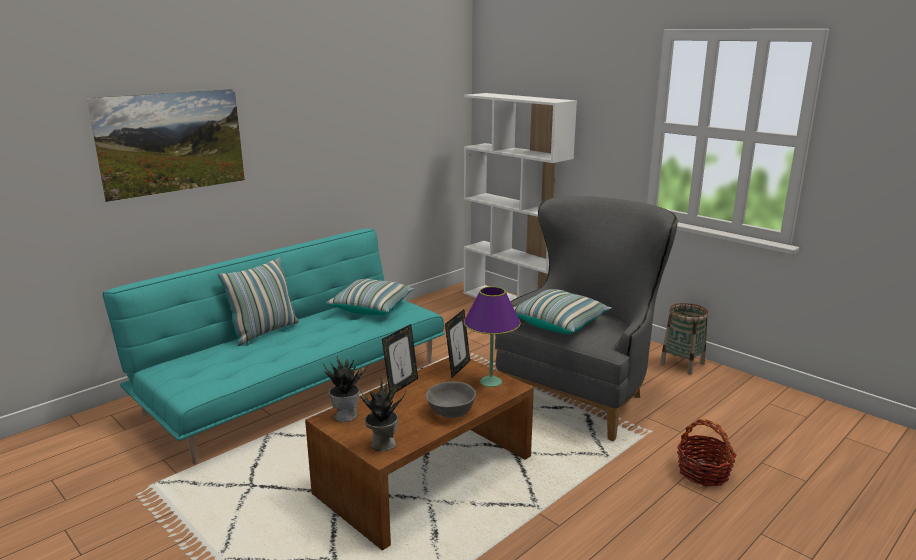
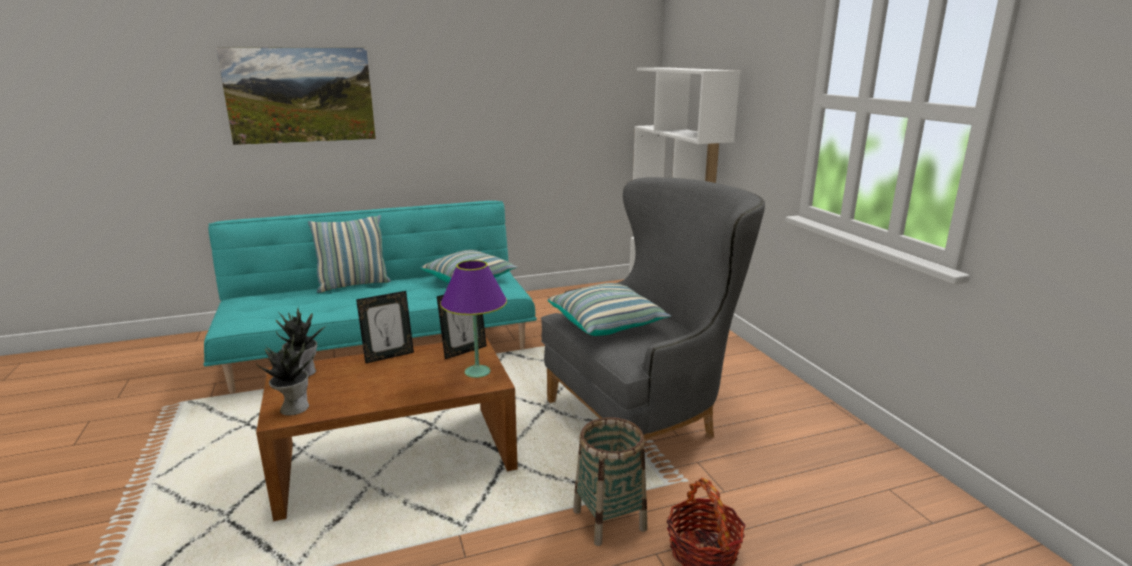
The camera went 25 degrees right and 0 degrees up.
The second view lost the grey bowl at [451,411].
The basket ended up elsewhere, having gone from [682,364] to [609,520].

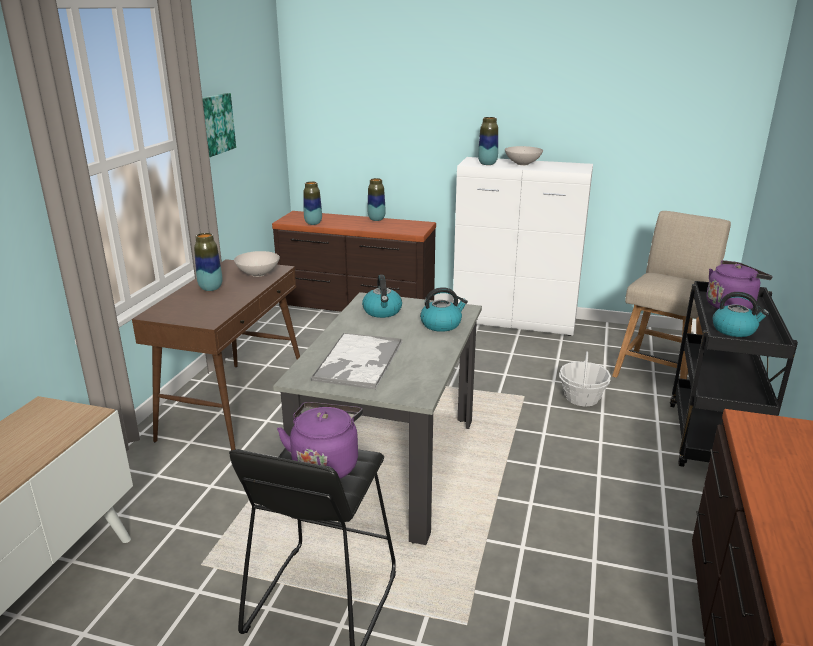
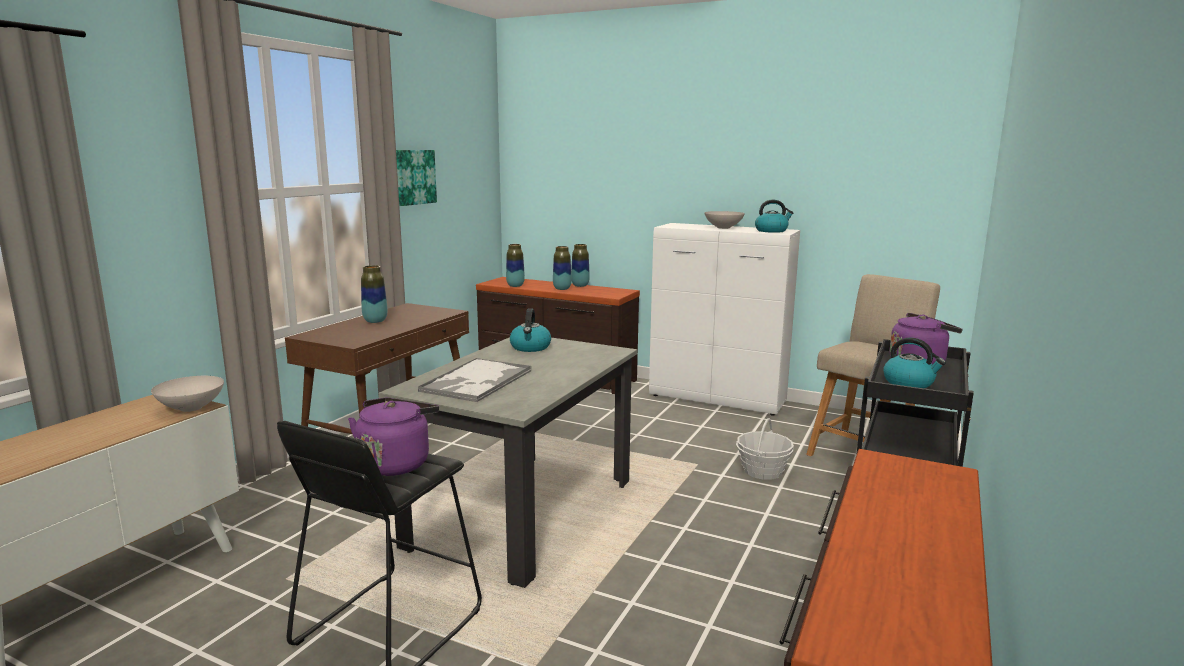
The camera went 10 degrees right and 10 degrees down.
The white bowl ended up elsewhere, having gone from [258,274] to [190,408].
The kettle ended up elsewhere, having gone from [441,324] to [771,231].
The vase ended up elsewhere, having gone from [487,164] to [562,289].

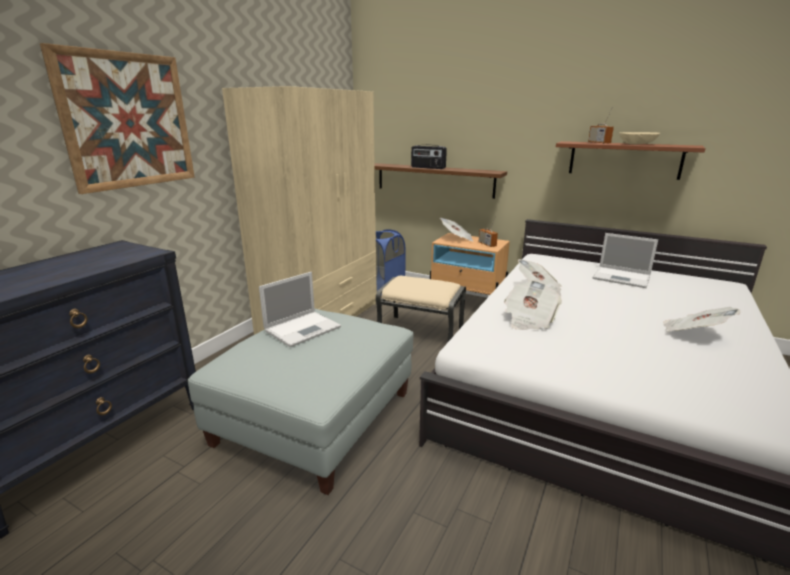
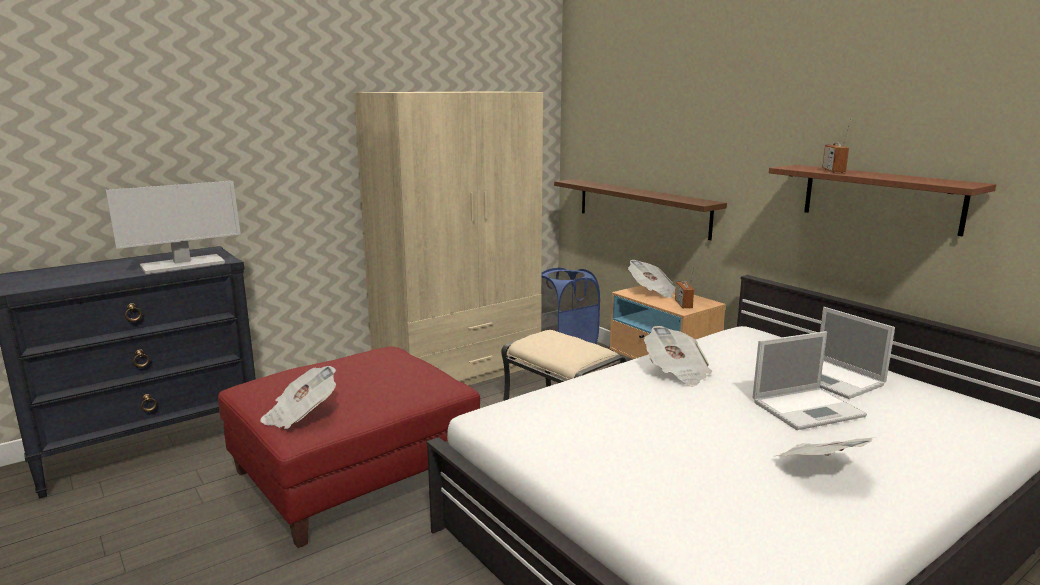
The camera went 25 degrees right and 5 degrees down.
The second view lost the picture at [128,121].
The second view lost the radio at [428,168].
The second view lost the beige bowl at [637,144].
The second view gained the monitor at [182,265].
The laptop ended up elsewhere, having gone from [303,328] to [808,408].
The newspaper ended up elsewhere, having gone from [529,319] to [300,415].
What was the grey ottoman at [315,417] turned into the red ottoman at [354,472].

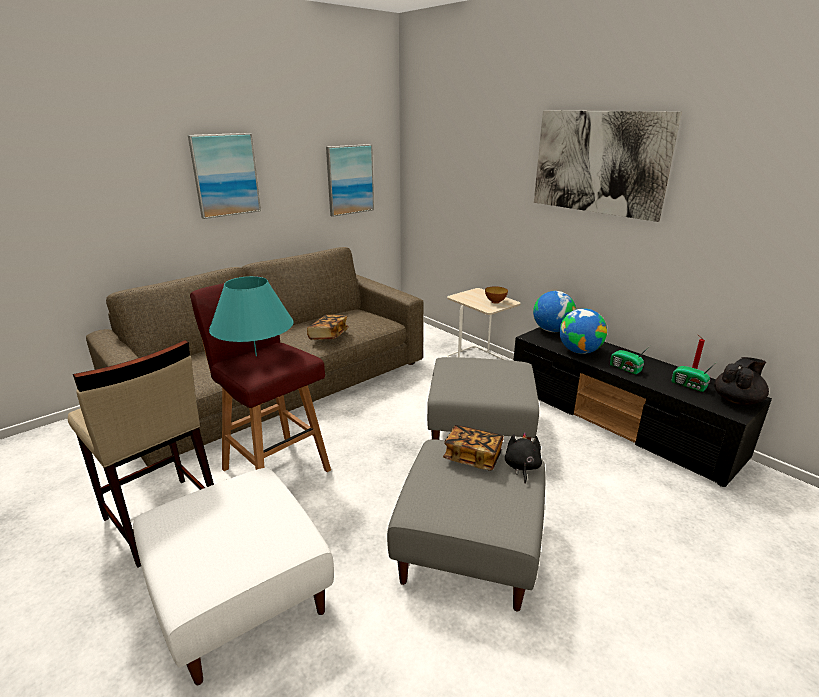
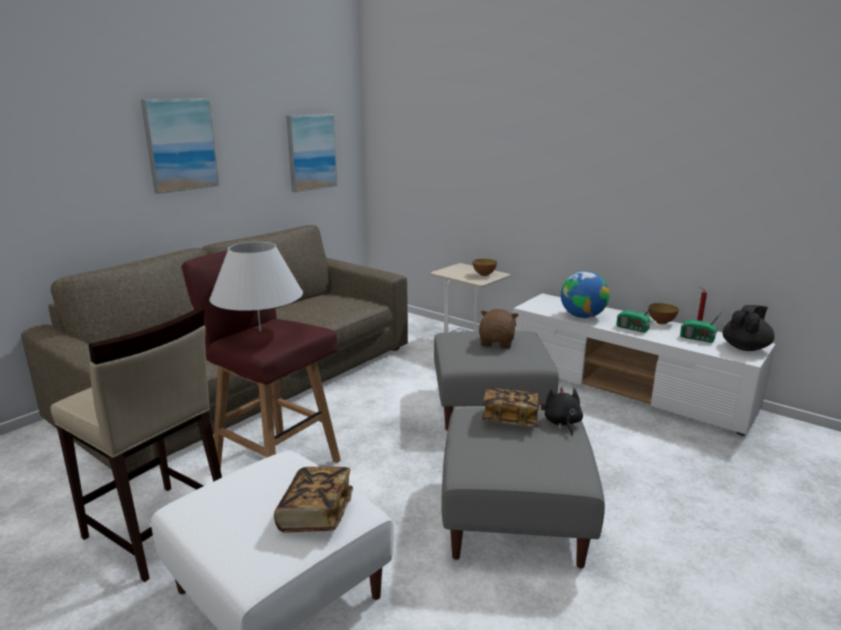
The camera went 10 degrees left and 5 degrees down.
The second view lost the globe at [552,330].
The second view lost the picture at [599,162].
The second view gained the brown plush toy at [497,342].
The second view gained the bowl at [661,322].
The book ended up elsewhere, having gone from [328,336] to [316,514].
What was the turquoise table lamp at [256,355] turned into the white table lamp at [260,330].
What was the black tv stand at [619,422] turned into the white tv stand at [628,387].

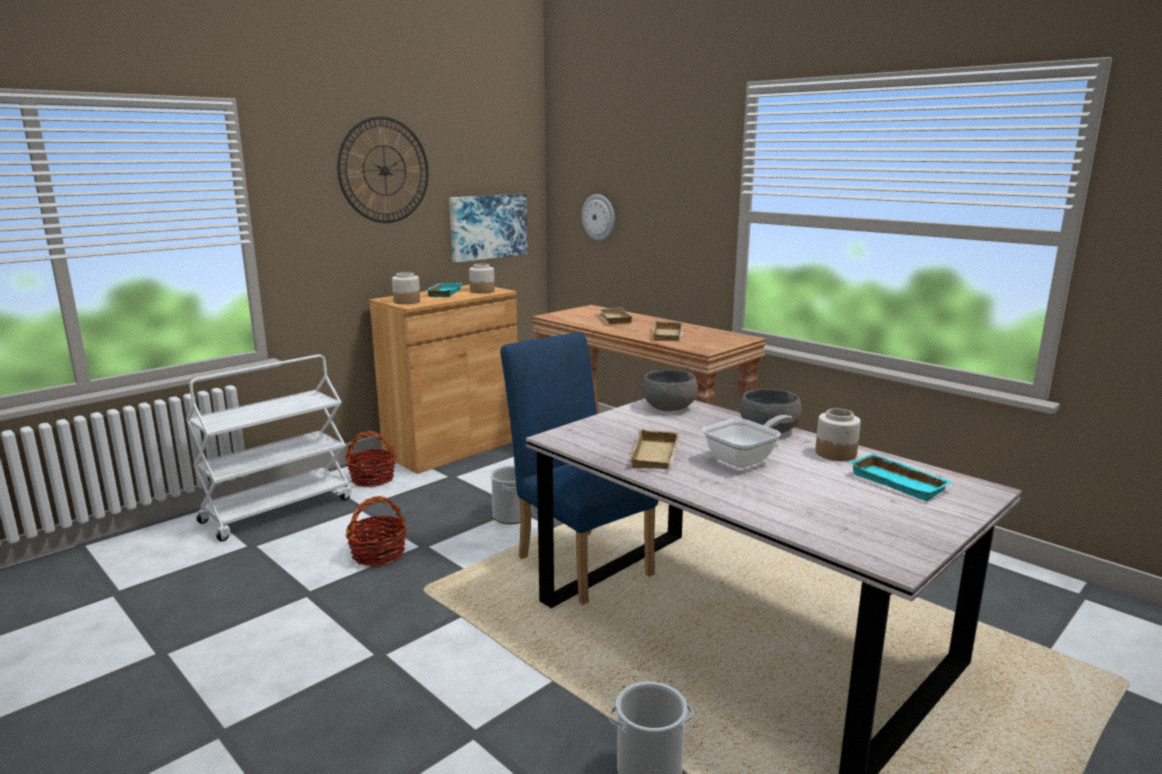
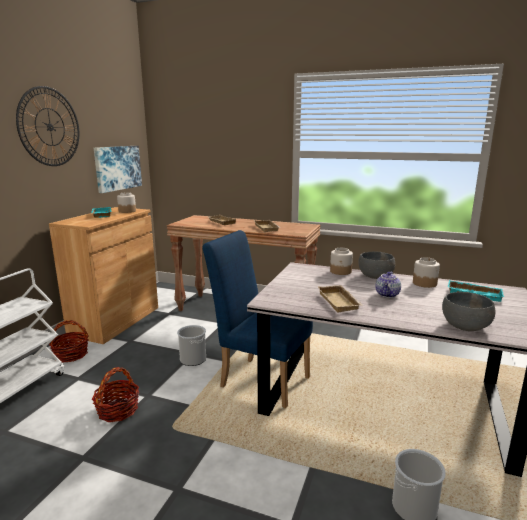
The camera went 25 degrees left and 0 degrees up.
The second view lost the wall clock at [599,217].
The jar ended up elsewhere, having gone from [407,302] to [341,271].
The grey bowl ended up elsewhere, having gone from [669,407] to [465,326].
Where the frying pan stood at [745,459], the teapot came to stand at [388,295].

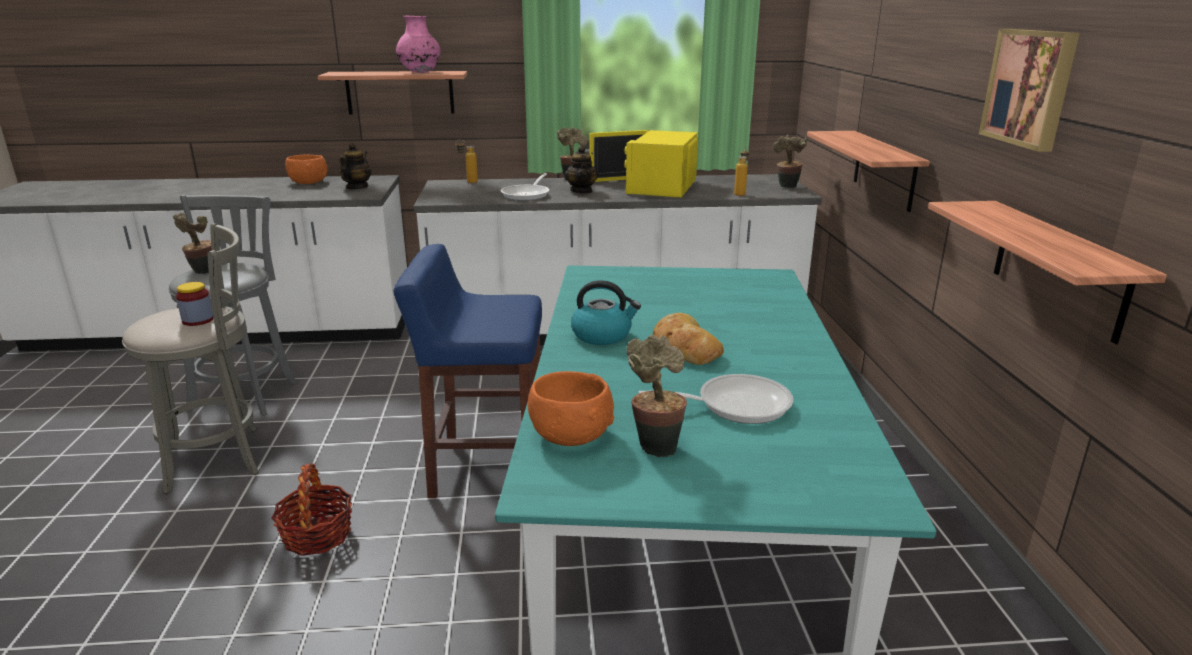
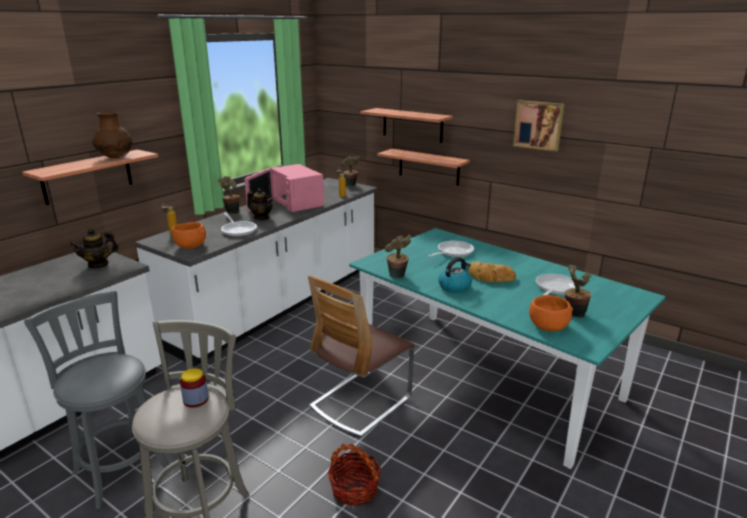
The camera went 50 degrees left and 0 degrees up.
The second view gained the frying pan at [452,252].
The potted plant ended up elsewhere, having gone from [202,273] to [397,277].
The orange bowl ended up elsewhere, having gone from [308,182] to [190,246].
The shelf ended up elsewhere, having gone from [1058,268] to [412,125].
Where the blue stool stood at [485,467], the chair came to stand at [360,402].
What was the pink vase at [420,72] turned into the brown vase at [116,157].
What was the yellow microwave at [658,187] turned into the pink microwave at [293,203].
The teapot at [357,187] ended up facing another way, 90 degrees counterclockwise from before.

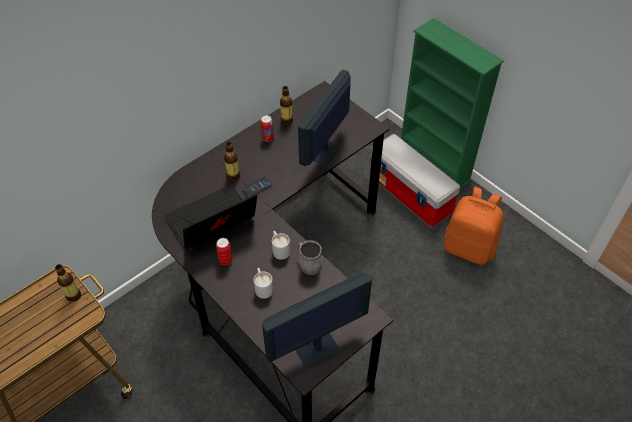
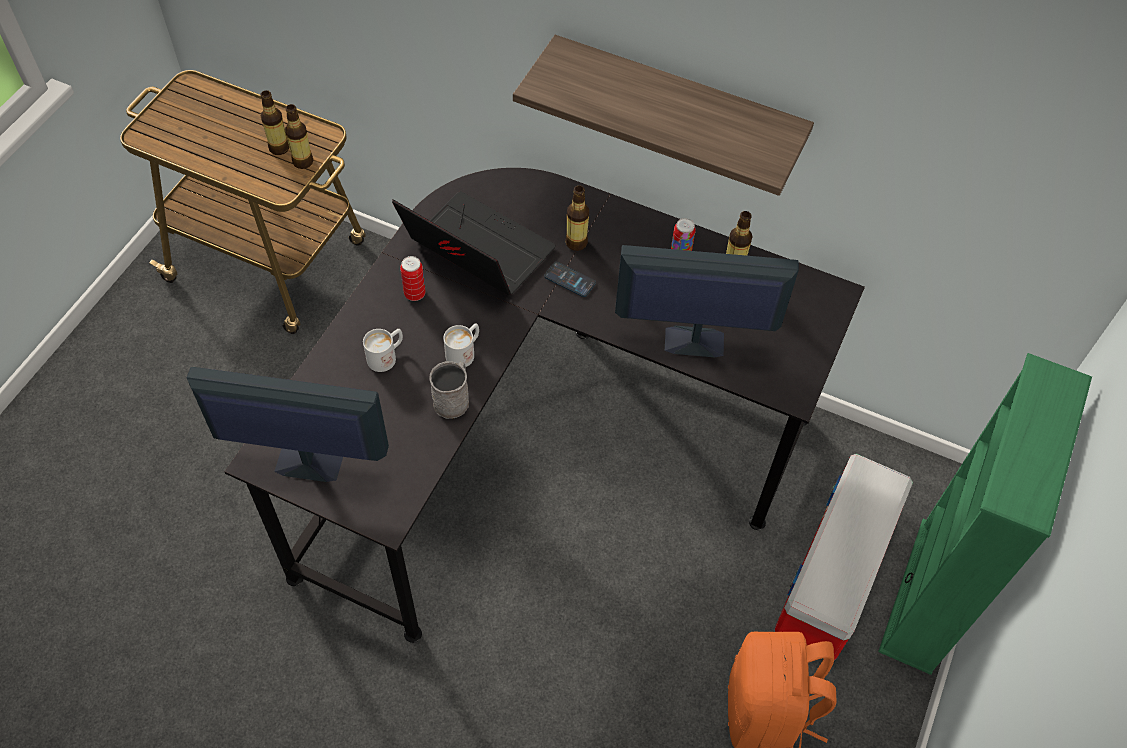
The camera went 65 degrees right and 5 degrees up.
The second view gained the bottle at [279,148].
The second view gained the shelf at [676,107].
The monitor at [318,348] ended up facing another way, 150 degrees clockwise from before.

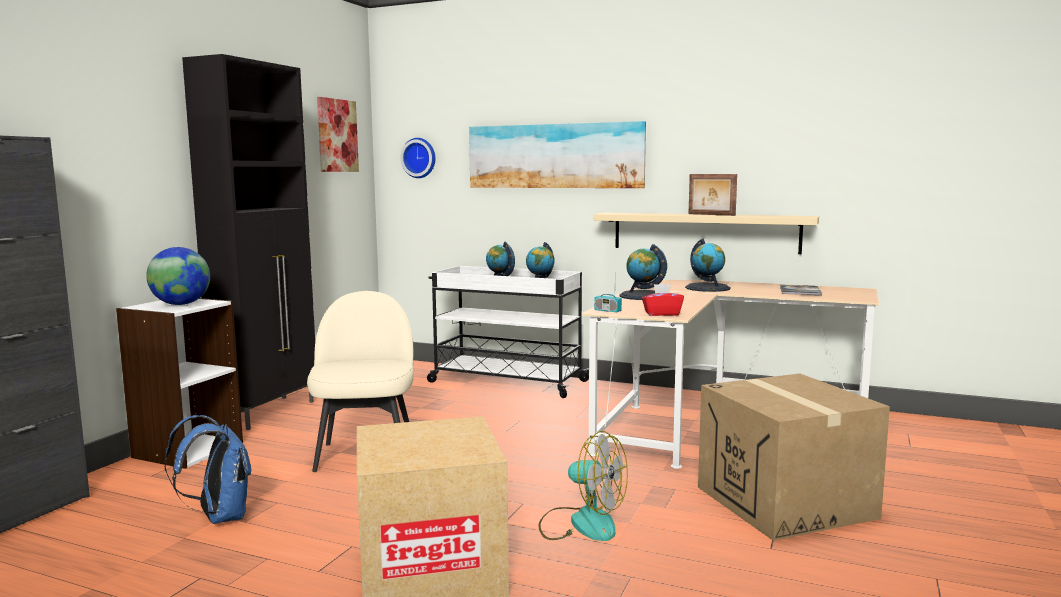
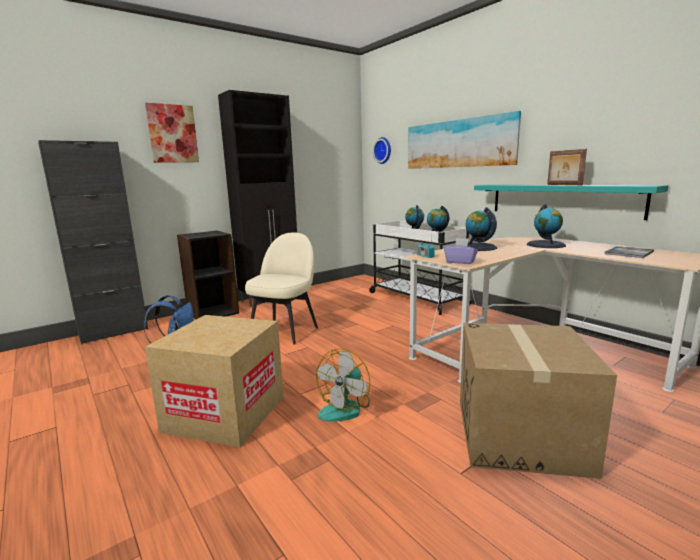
The camera went 30 degrees right and 5 degrees up.
The second view lost the globe at [181,304].
The picture ended up elsewhere, having gone from [337,135] to [172,134].
What was the white bookcase at [187,450] turned into the black bookcase at [213,312].
What was the beige shelf at [704,232] turned into the turquoise shelf at [562,200].
What was the red tissue box at [662,314] turned into the purple tissue box at [460,262].
The fan at [581,523] ended up facing another way, 60 degrees clockwise from before.

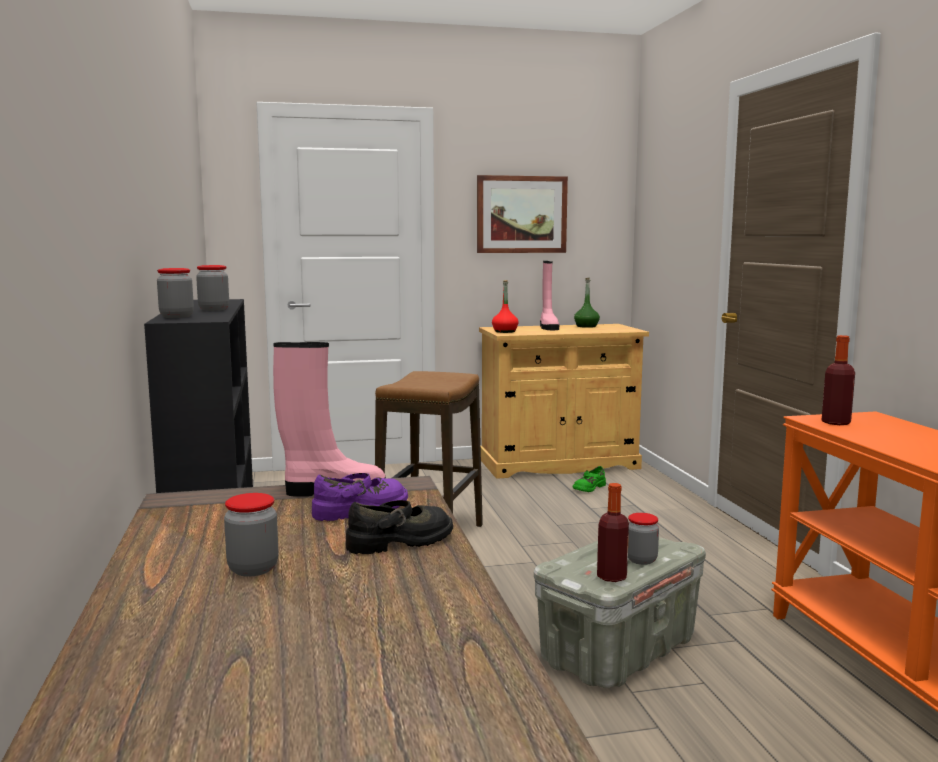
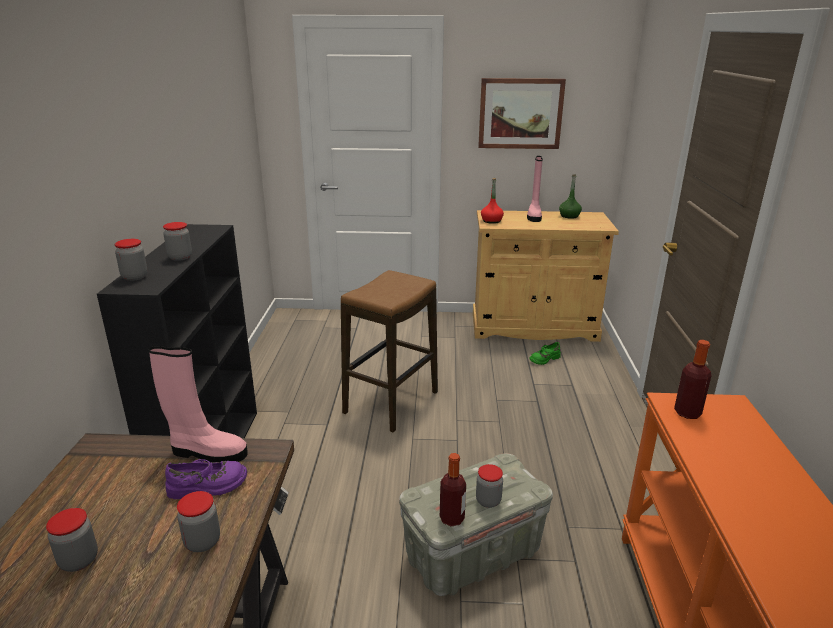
The camera went 15 degrees right and 15 degrees up.
Where the black shoe stood at [401,541], the jar came to stand at [202,542].

